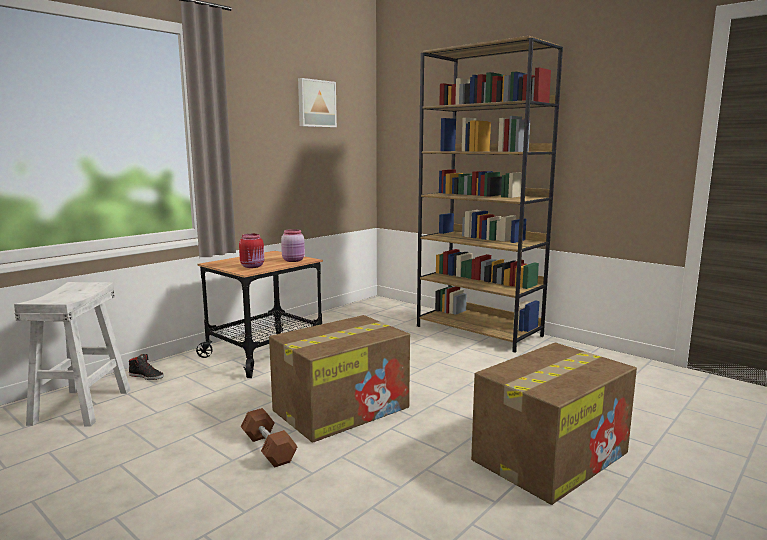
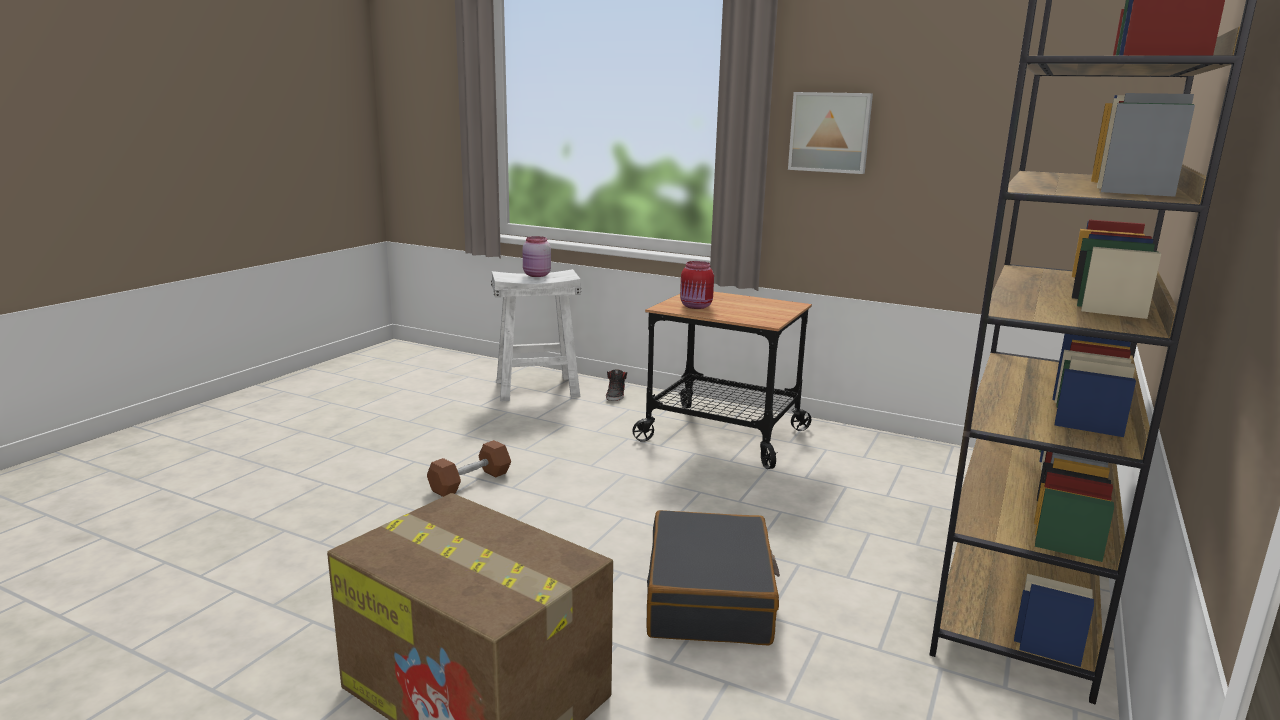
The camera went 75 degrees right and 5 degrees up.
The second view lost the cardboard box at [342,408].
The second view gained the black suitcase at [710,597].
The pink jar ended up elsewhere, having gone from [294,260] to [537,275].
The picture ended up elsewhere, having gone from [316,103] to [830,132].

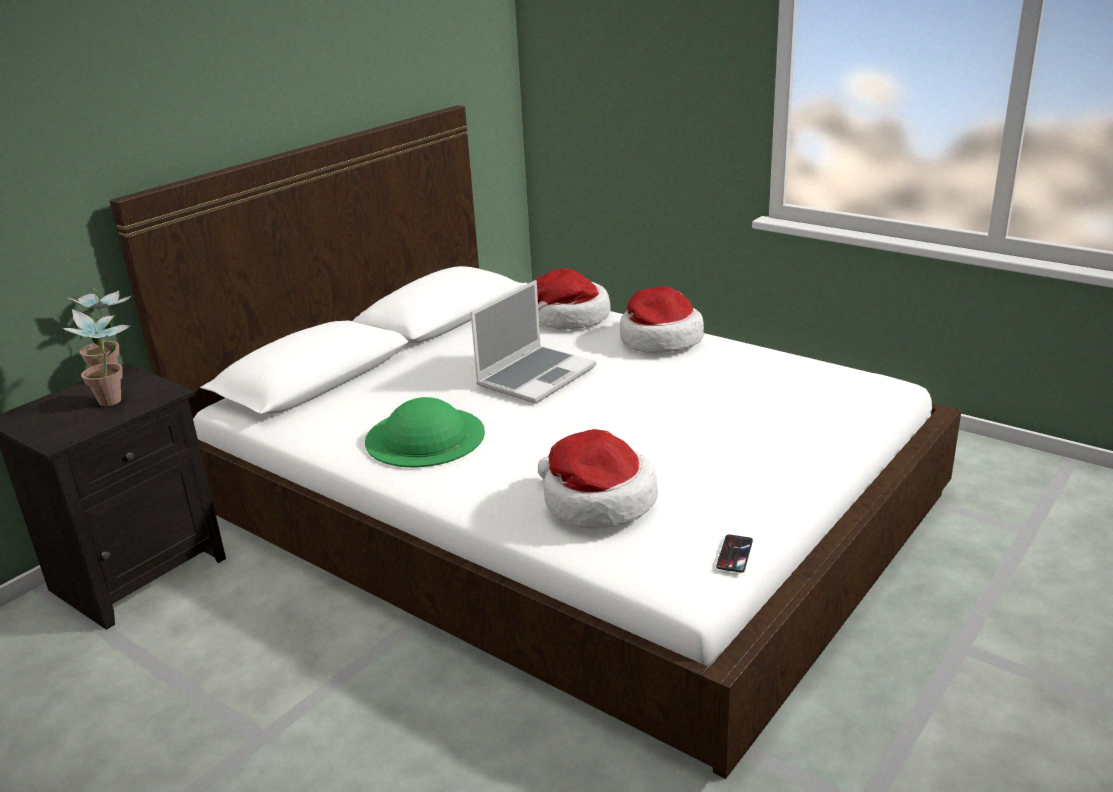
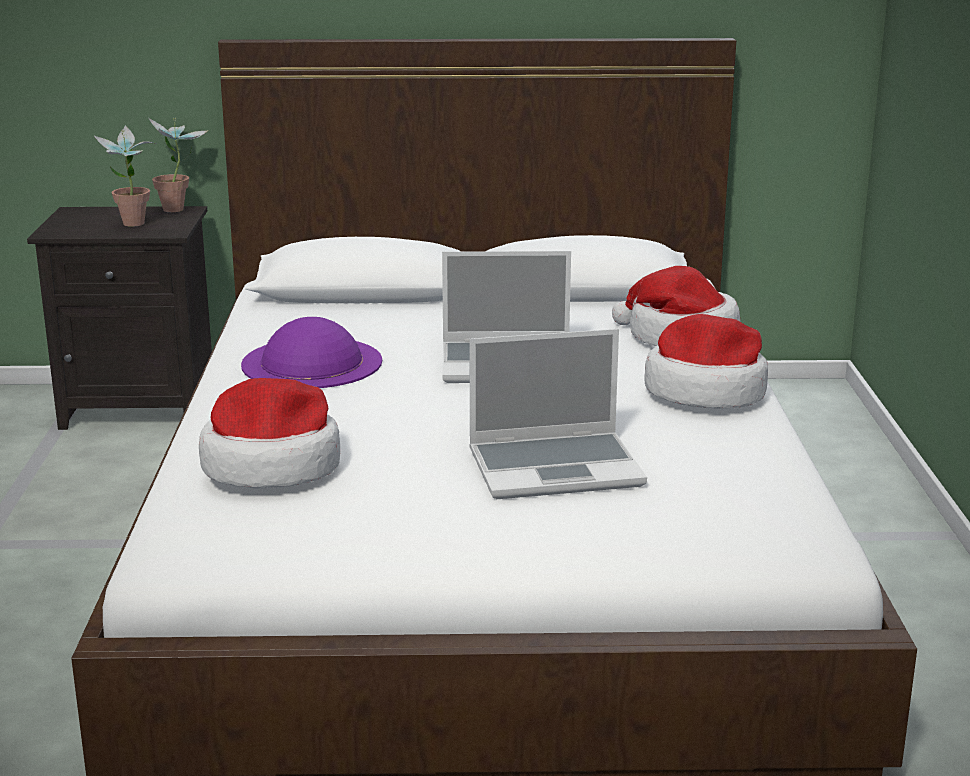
The camera went 50 degrees right and 5 degrees down.
The second view lost the phone at [734,554].
The second view gained the laptop at [557,467].
What was the green hat at [425,436] turned into the purple hat at [312,363].

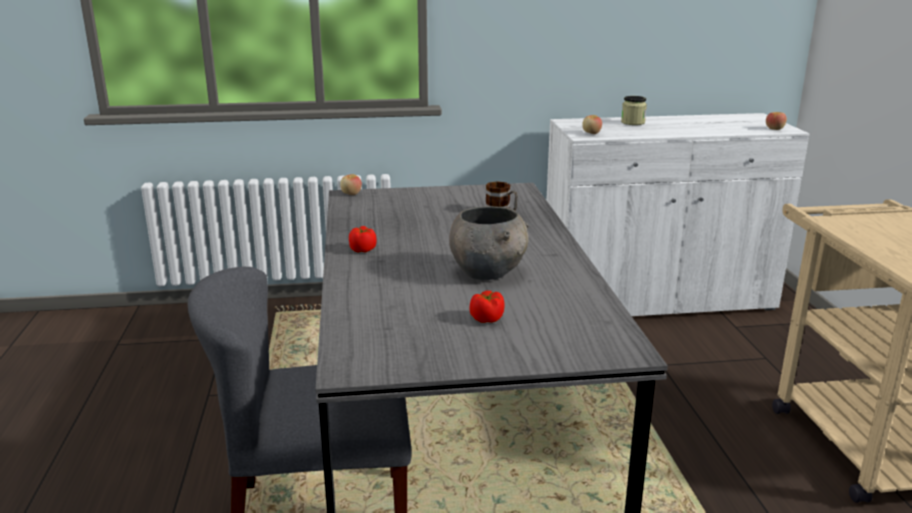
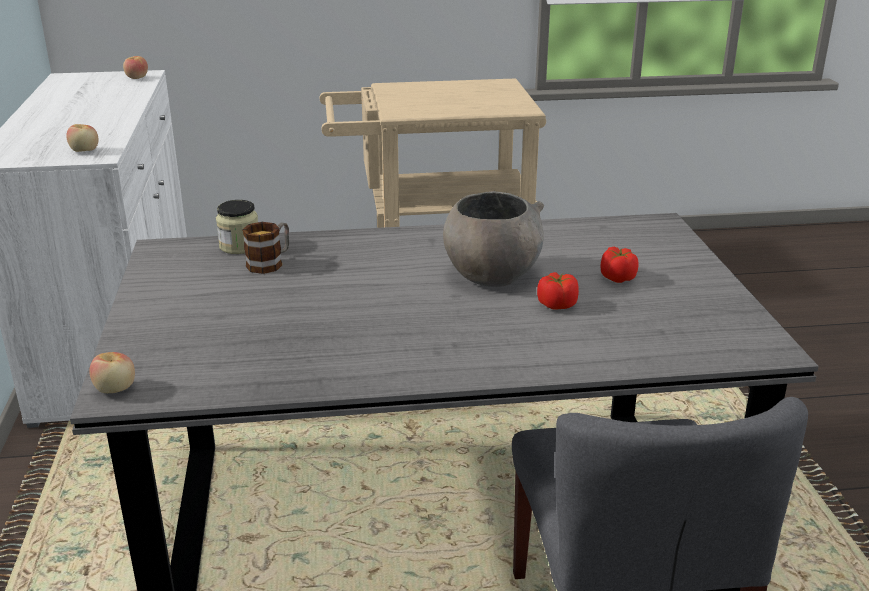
The camera went 90 degrees left and 5 degrees up.
The tomato ended up elsewhere, having gone from [362,250] to [556,305].
The jar ended up elsewhere, having gone from [633,122] to [239,246].

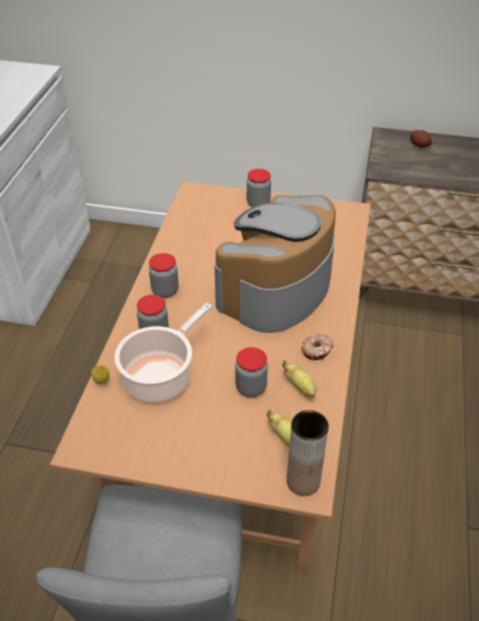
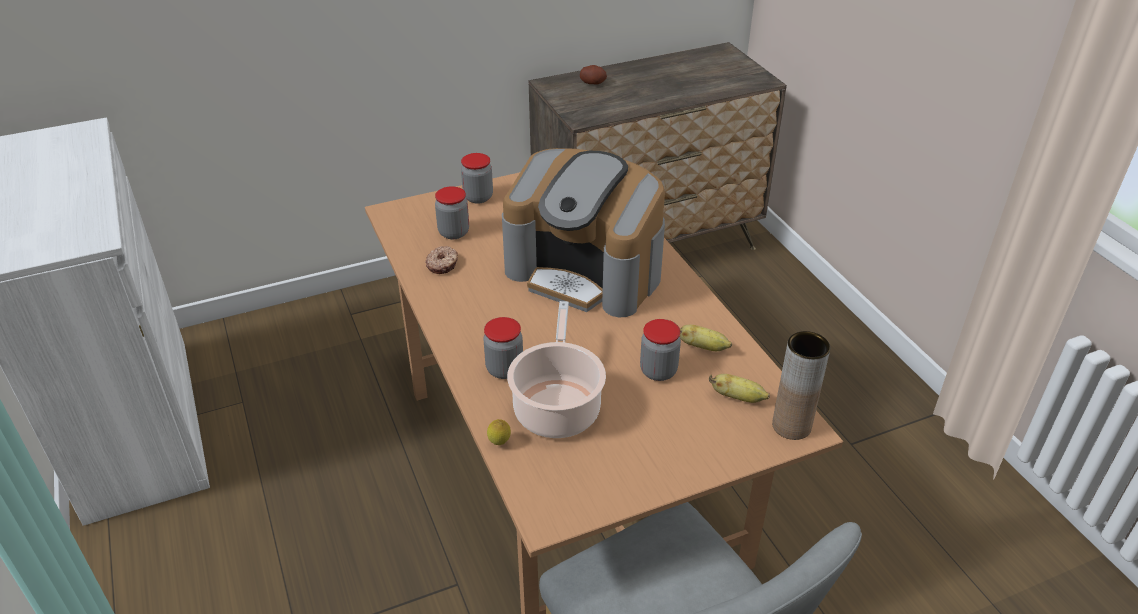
The camera went 35 degrees left and 5 degrees down.
The jar ended up elsewhere, having gone from [165,291] to [453,232].
The donut ended up elsewhere, having gone from [317,350] to [443,264].
The coffee machine at [276,290] ended up facing another way, 60 degrees counterclockwise from before.

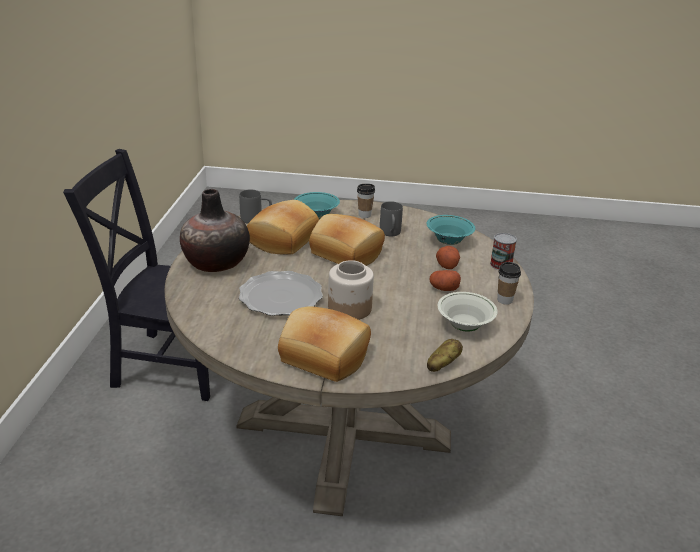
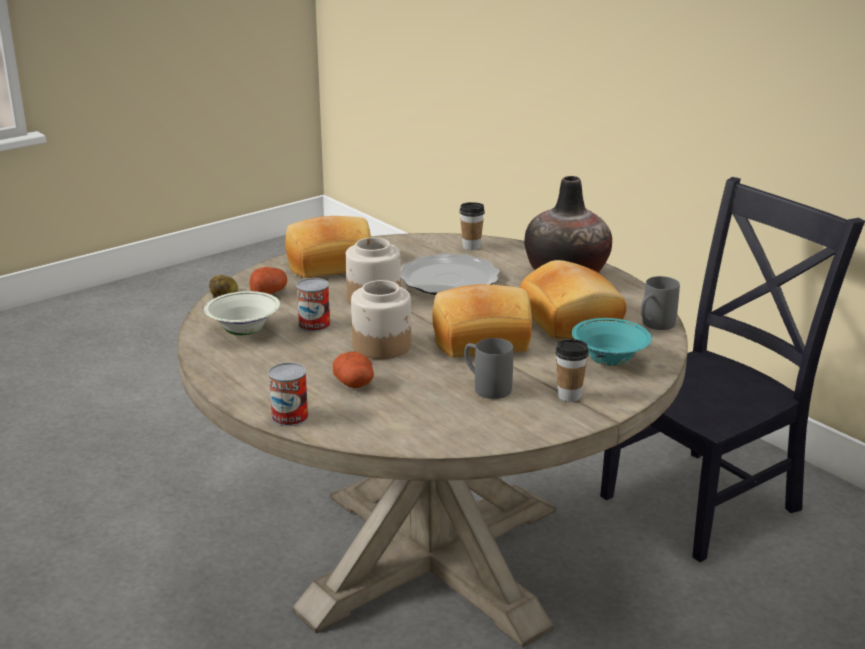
The camera went 135 degrees right and 5 degrees down.
The second view lost the turquoise bowl at [448,242].
The second view gained the can at [314,324].
The second view gained the jar at [382,346].
The potato ended up elsewhere, having gone from [443,288] to [268,292].
The cup ended up elsewhere, having gone from [504,300] to [471,246].

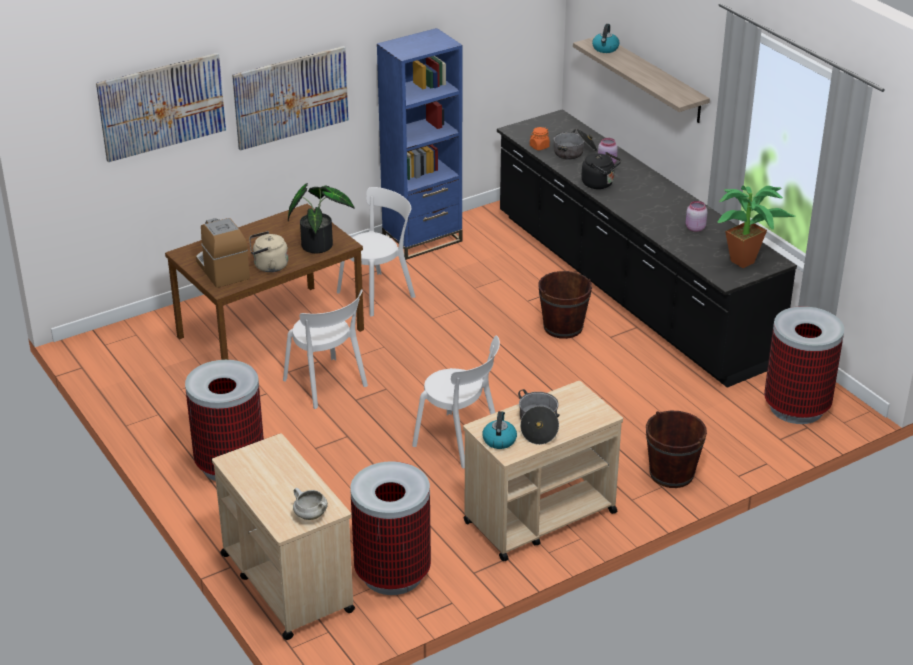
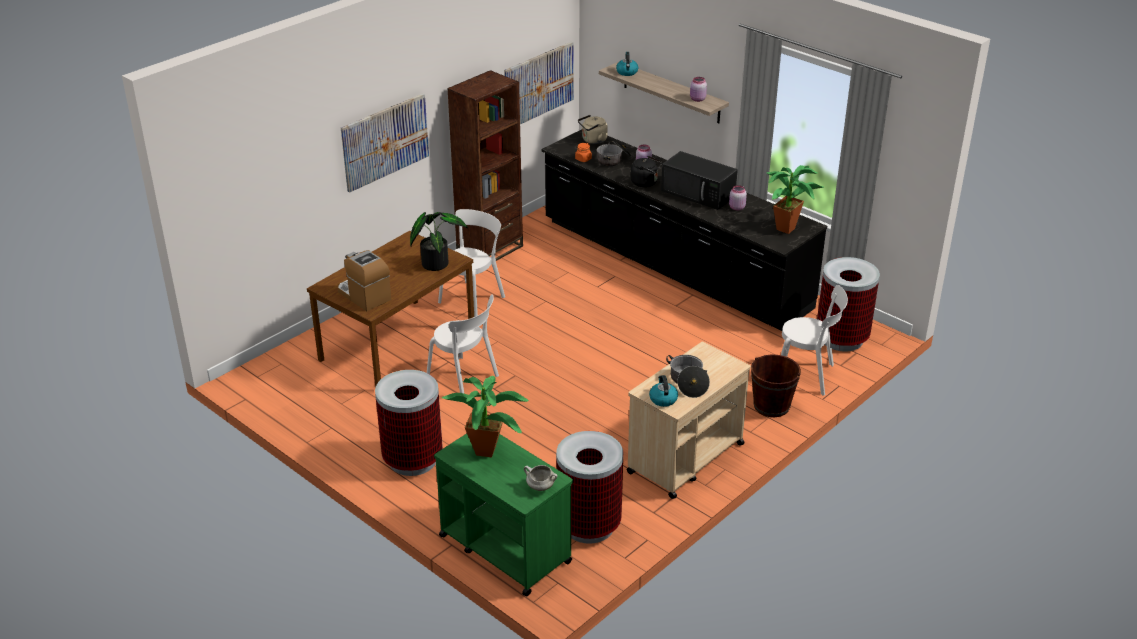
The camera went 15 degrees left and 0 degrees up.
The second view lost the brown bucket at [563,327].
The second view gained the potted plant at [489,453].
The second view gained the black microwave at [699,193].
The second view gained the pink jar at [697,99].
The picture ended up elsewhere, having gone from [162,106] to [538,84].
The beige kettle ended up elsewhere, having gone from [268,266] to [593,140].
The white chair ended up elsewhere, having gone from [460,441] to [807,375].
What was the beige cart at [286,582] turned into the green cart at [504,548].
What was the blue bookcase at [422,240] turned into the brown bookcase at [490,250].

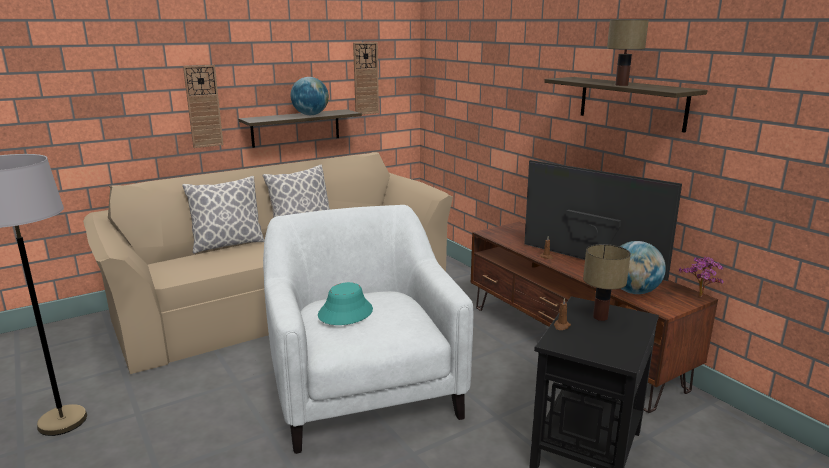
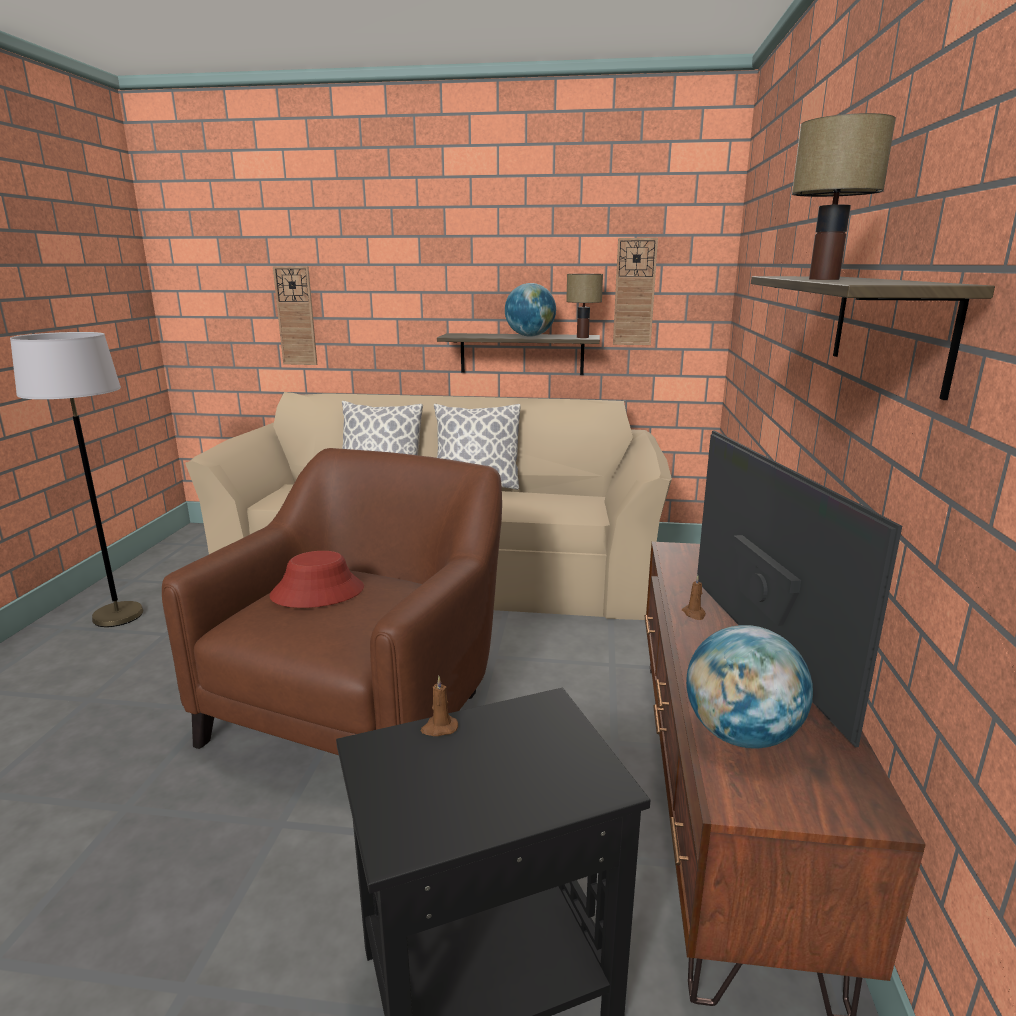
The camera went 40 degrees right and 0 degrees up.
The second view lost the potted plant at [699,297].
The wall clock ended up elsewhere, having gone from [203,106] to [296,316].
The table lamp ended up elsewhere, having gone from [600,317] to [583,337].
What was the white armchair at [363,386] turned into the brown armchair at [364,706].
What was the turquoise hat at [345,312] turned into the red hat at [318,592].

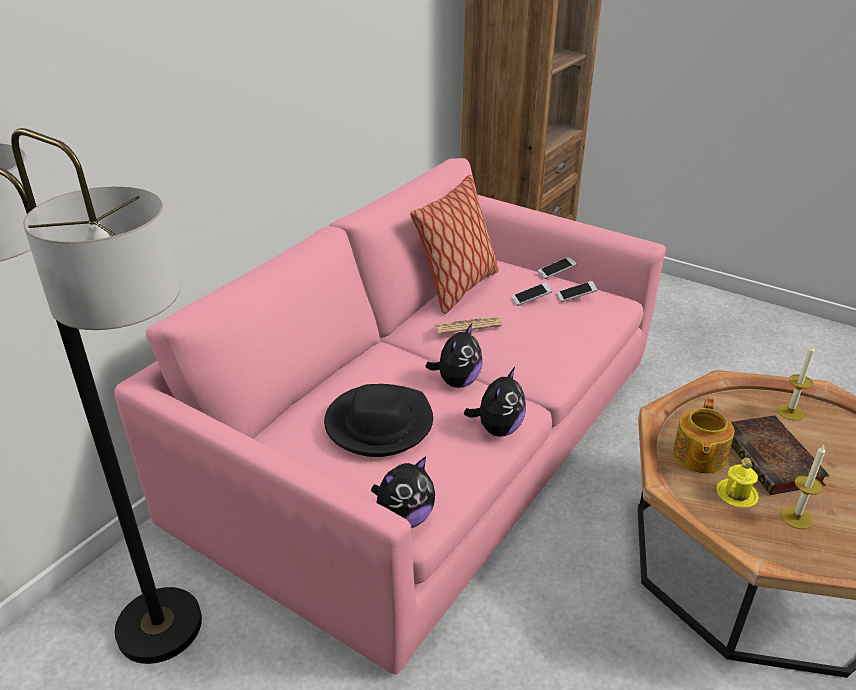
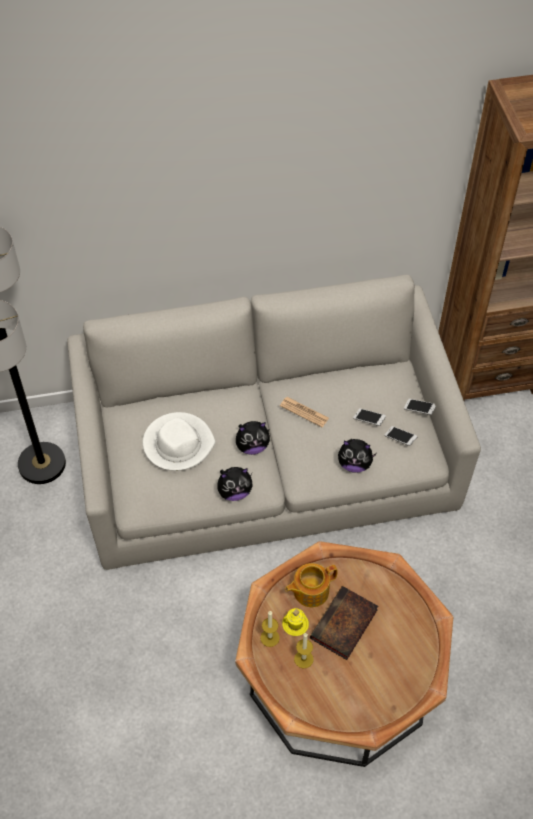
The camera went 45 degrees right and 20 degrees up.
The second view lost the pillow at [458,288].
The plush toy ended up elsewhere, having gone from [404,518] to [354,464].
The candle ended up elsewhere, having gone from [790,412] to [270,638].
What was the pink sofa at [428,436] turned into the grey sofa at [267,457].
What was the black hat at [379,424] turned into the white hat at [178,444].

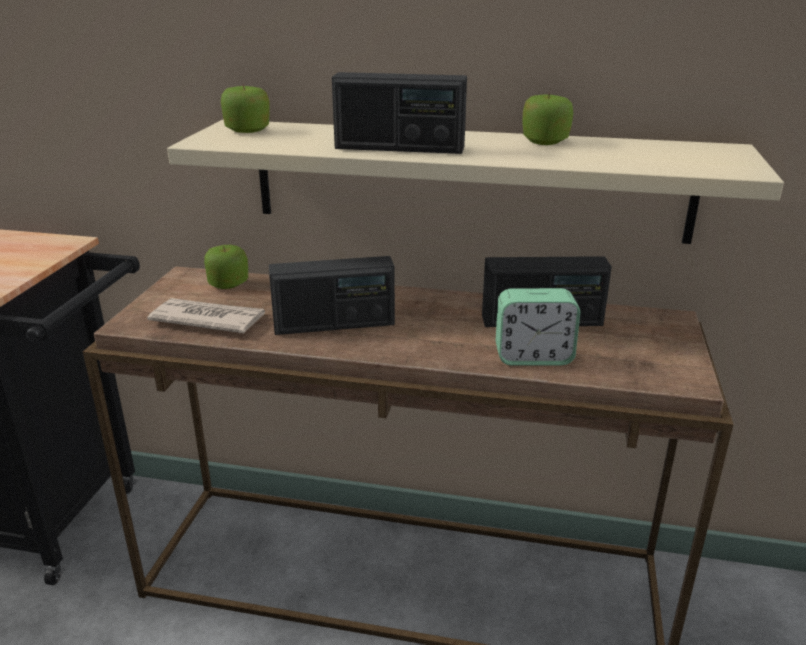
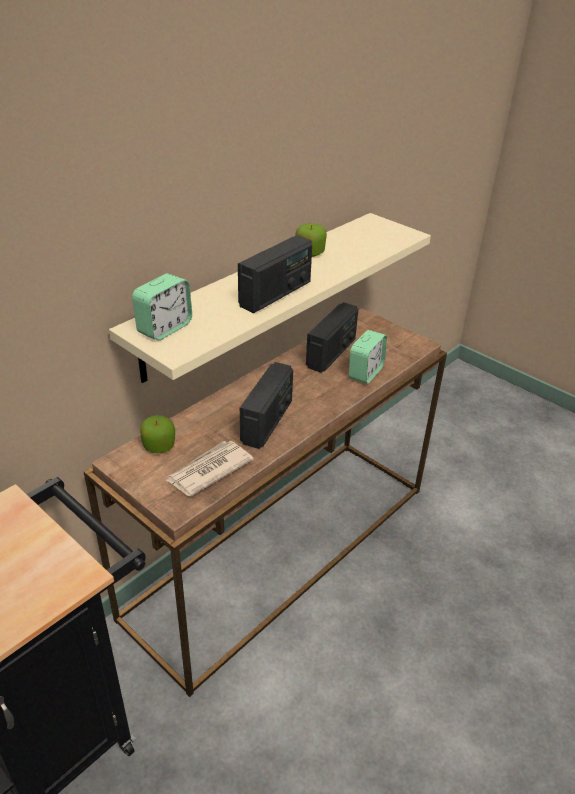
The camera went 60 degrees left and 10 degrees up.
Where the apple stood at [248,130], the alarm clock came to stand at [164,328].

